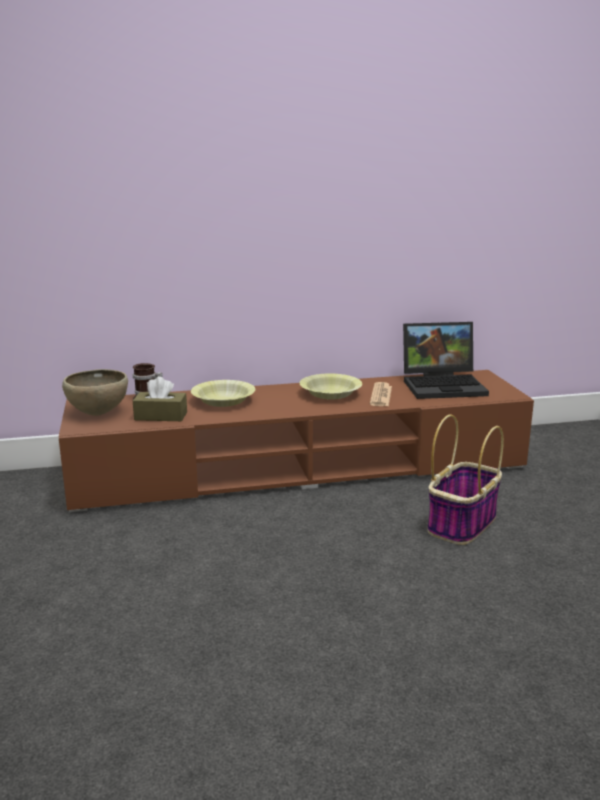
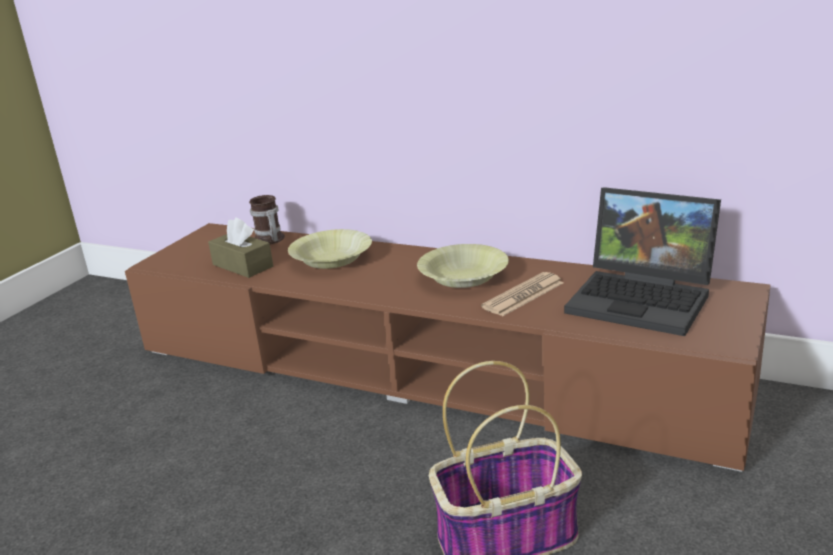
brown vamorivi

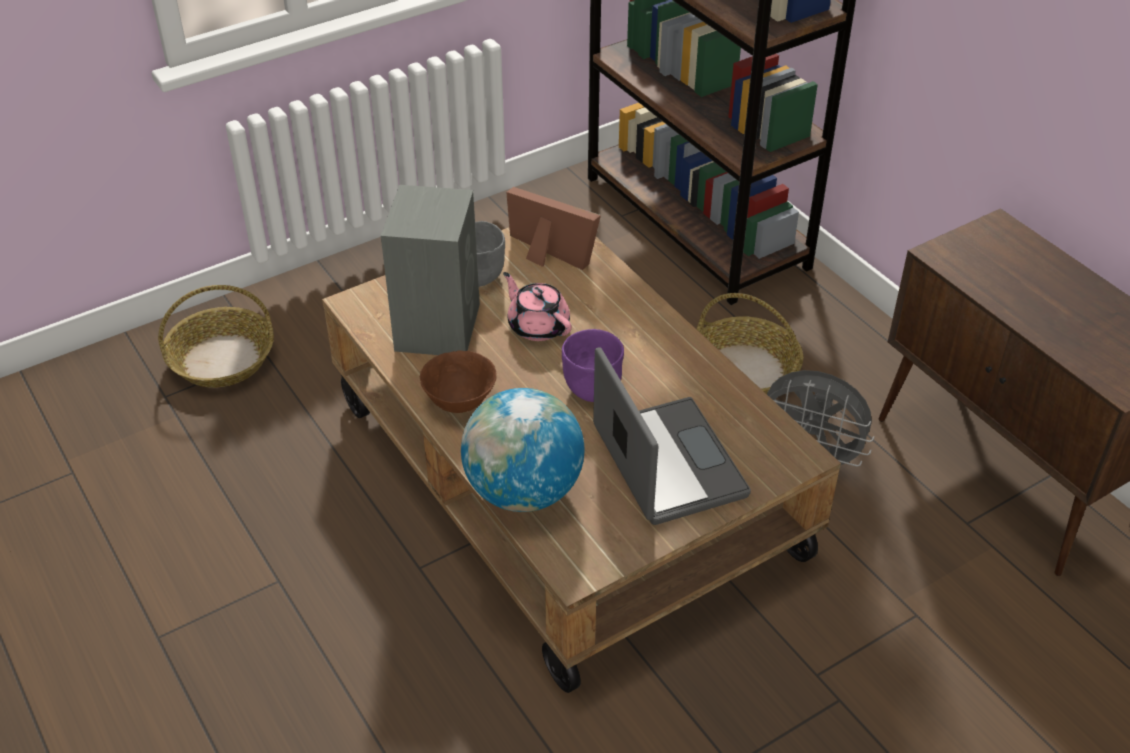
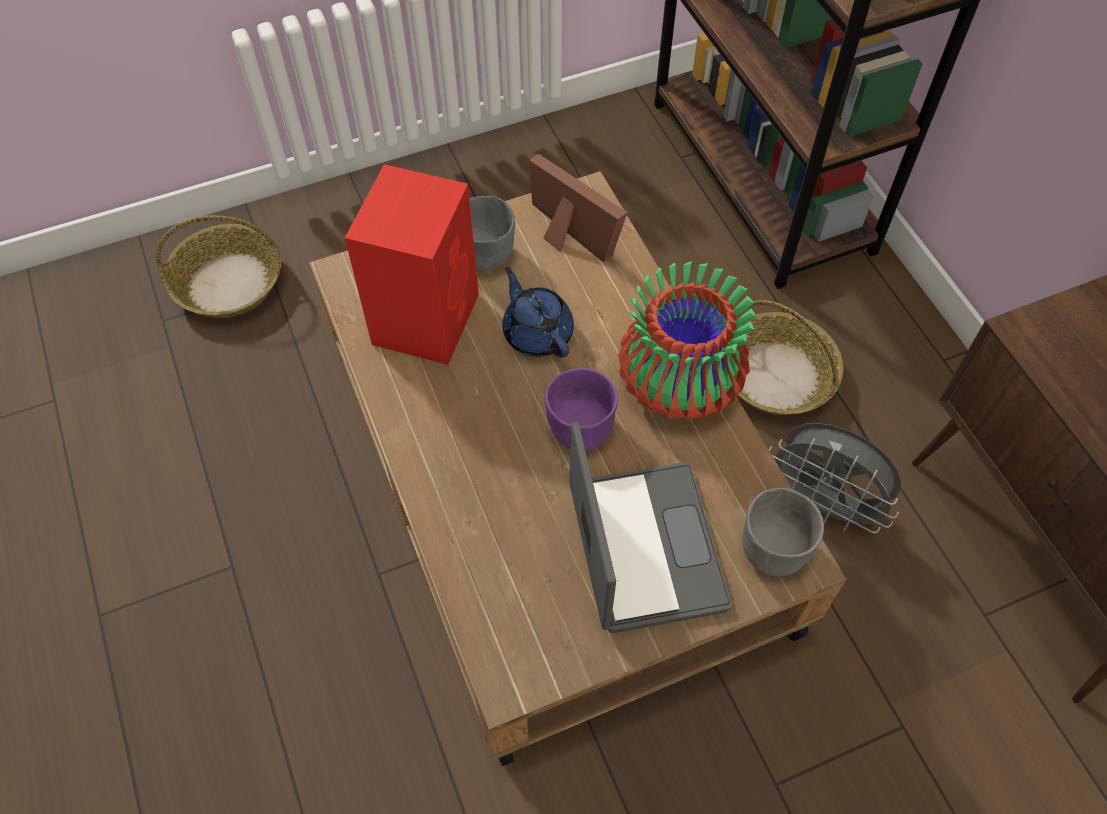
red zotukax
brown vamorivi
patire
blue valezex
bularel
grey vamorivi (no. 2 from left)

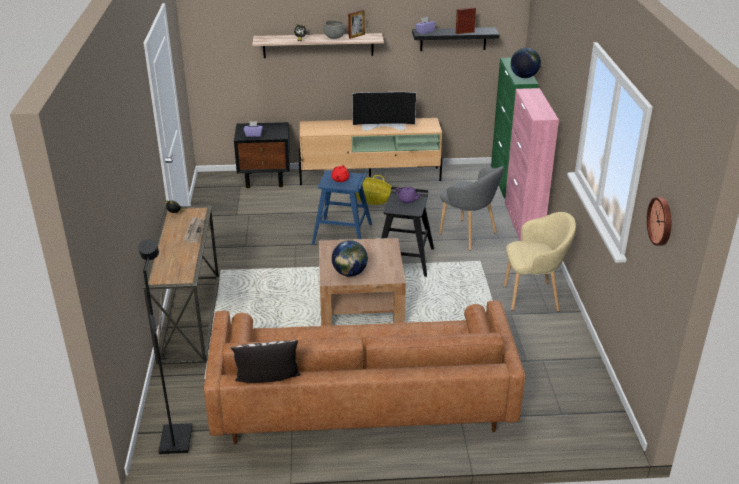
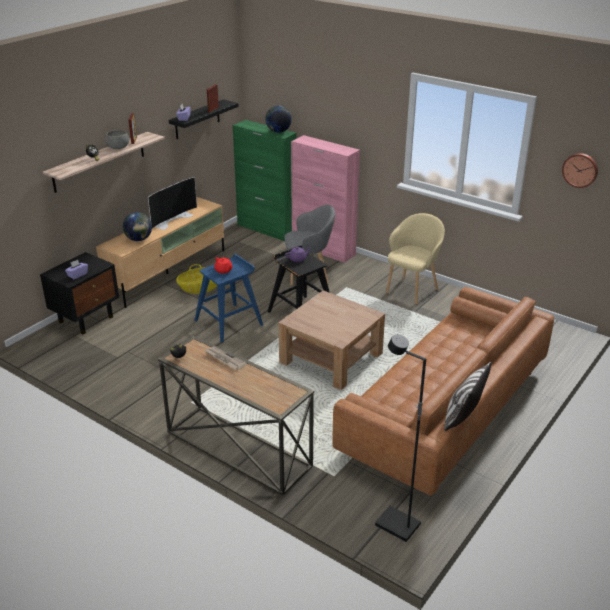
patire (no. 1 from left)

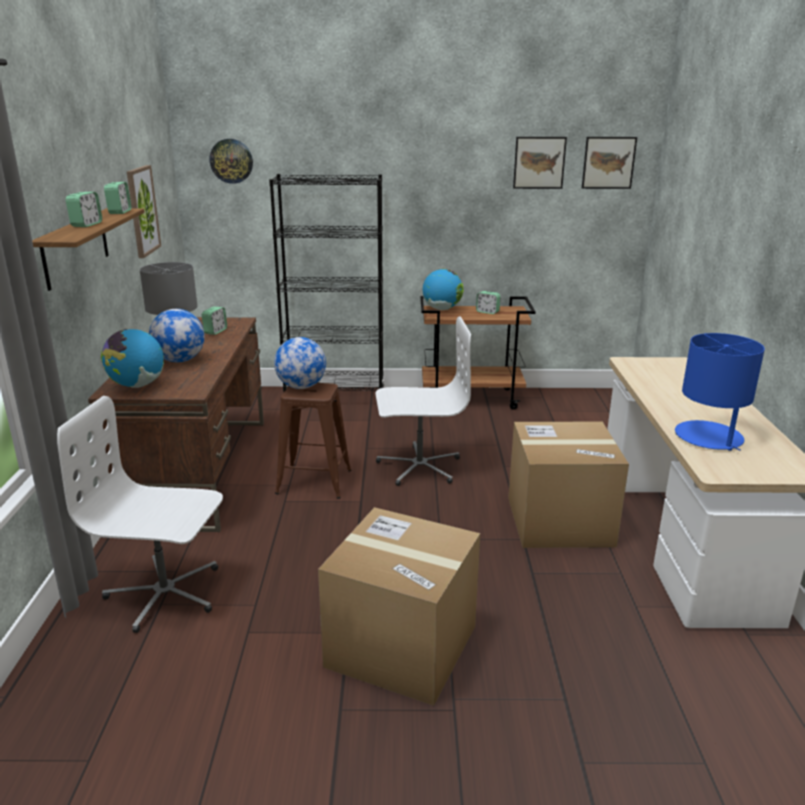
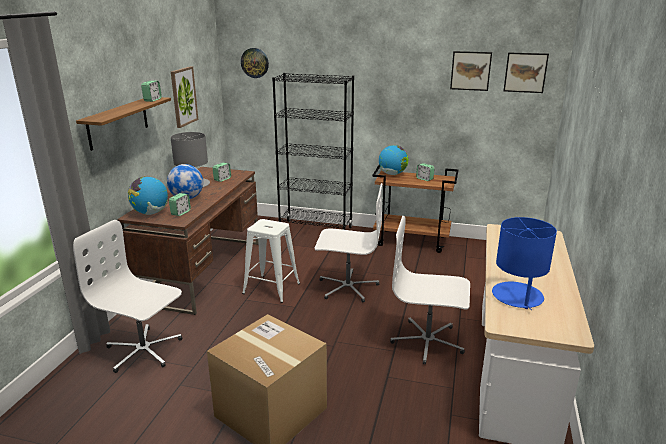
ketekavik (no. 2 from left)
patire (no. 3 from left in the first image)
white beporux
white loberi (no. 3 from left)

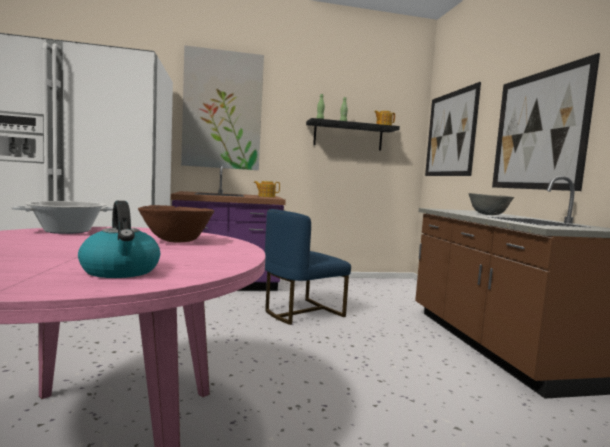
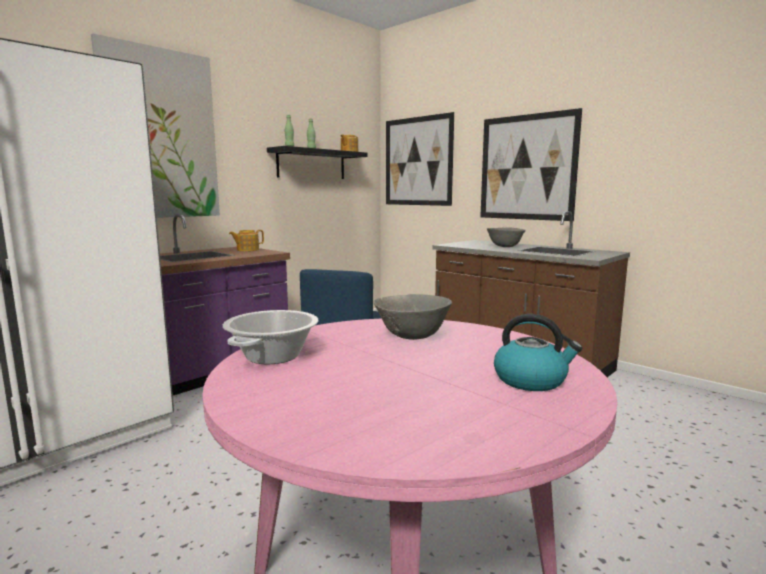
grey vamorivi (no. 1 from left)

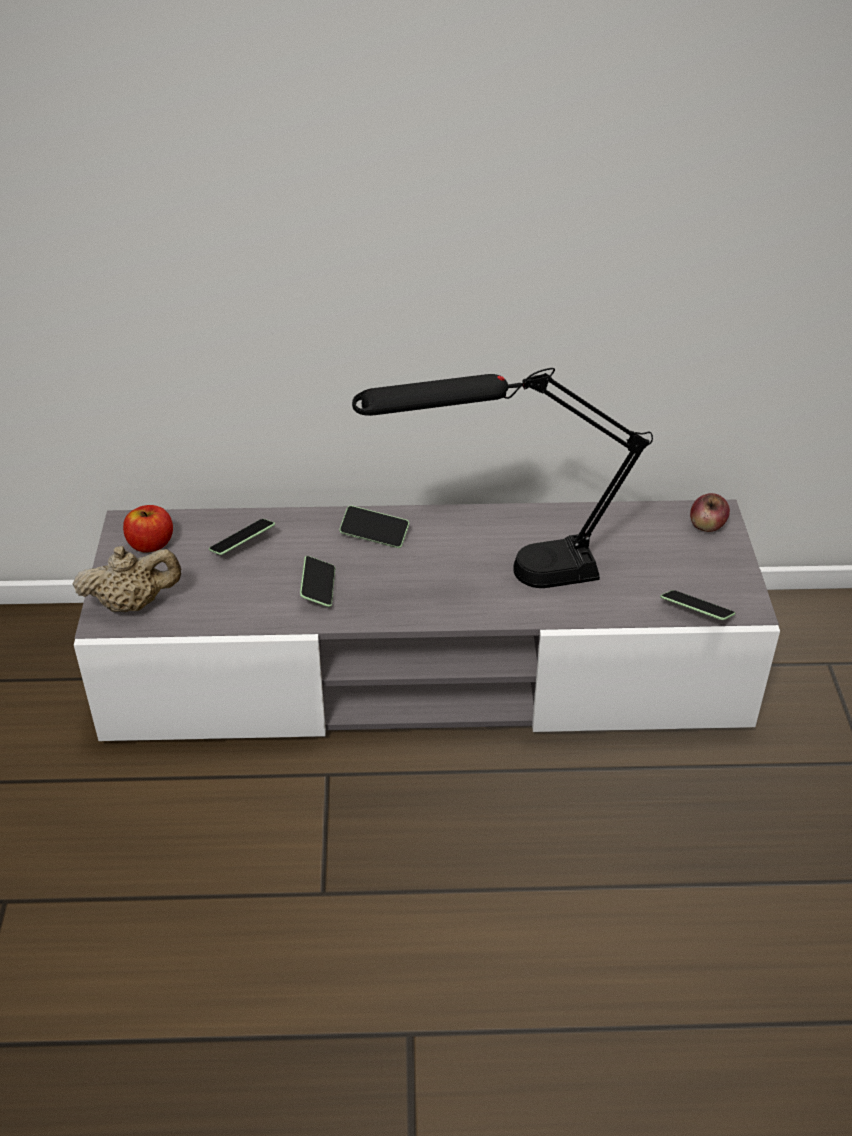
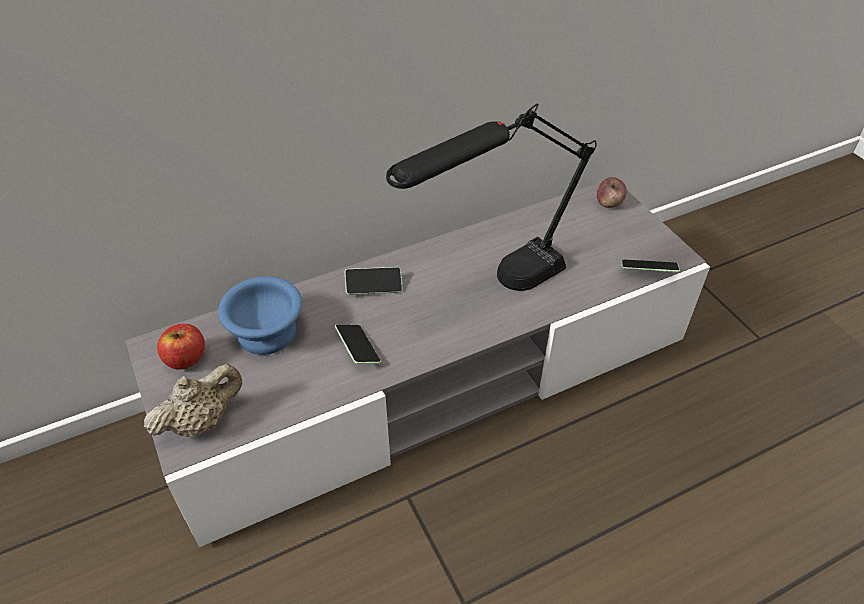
blue vamorivi

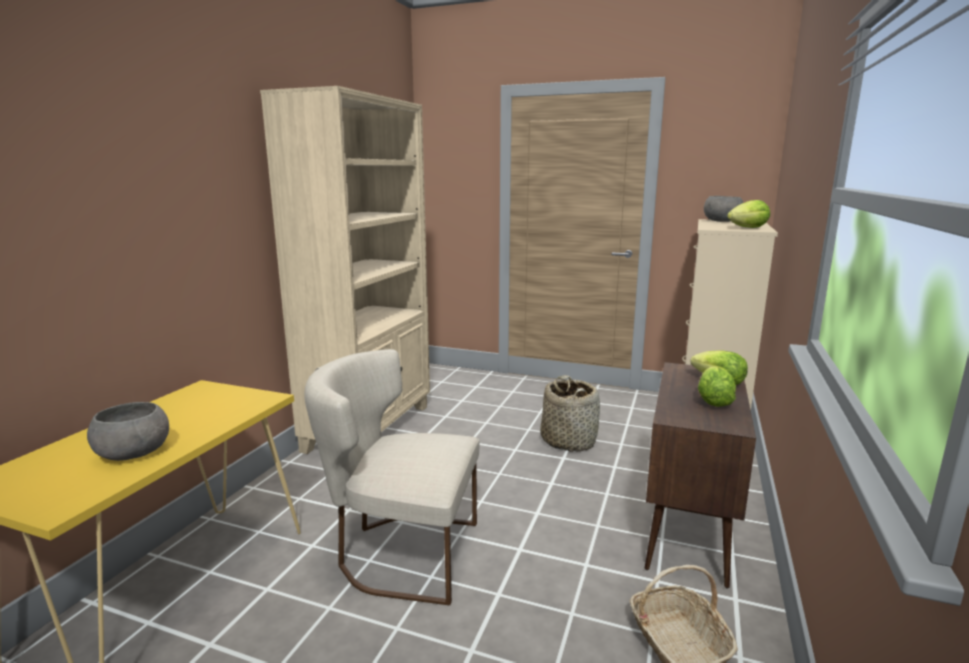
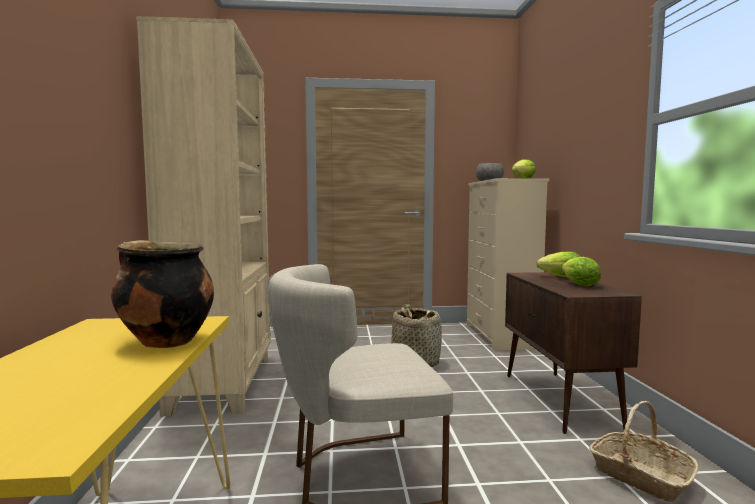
grey vamorivi (no. 1 from left in the first image)
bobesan

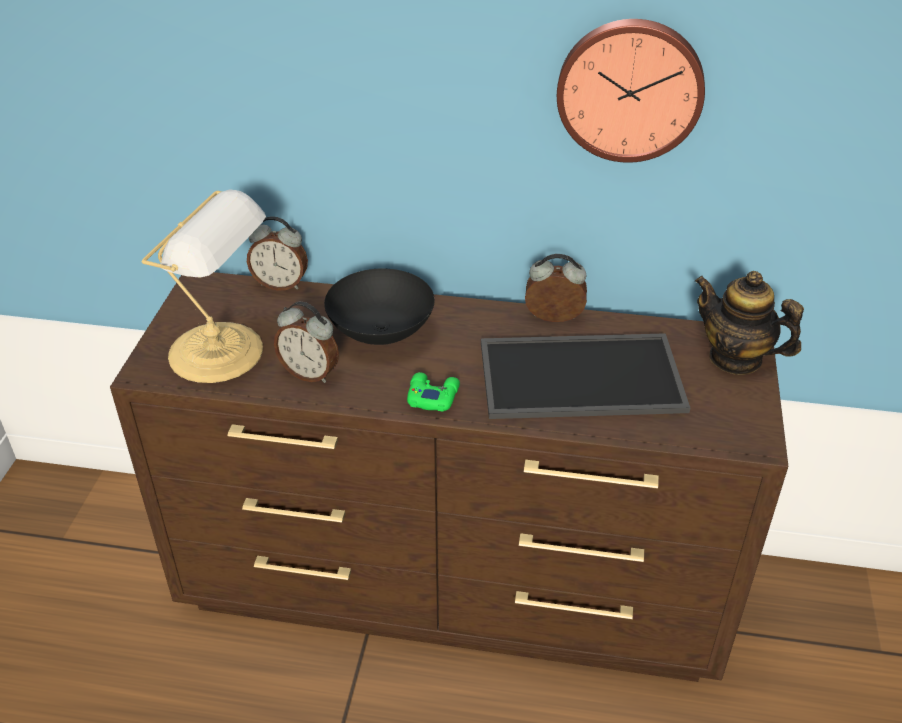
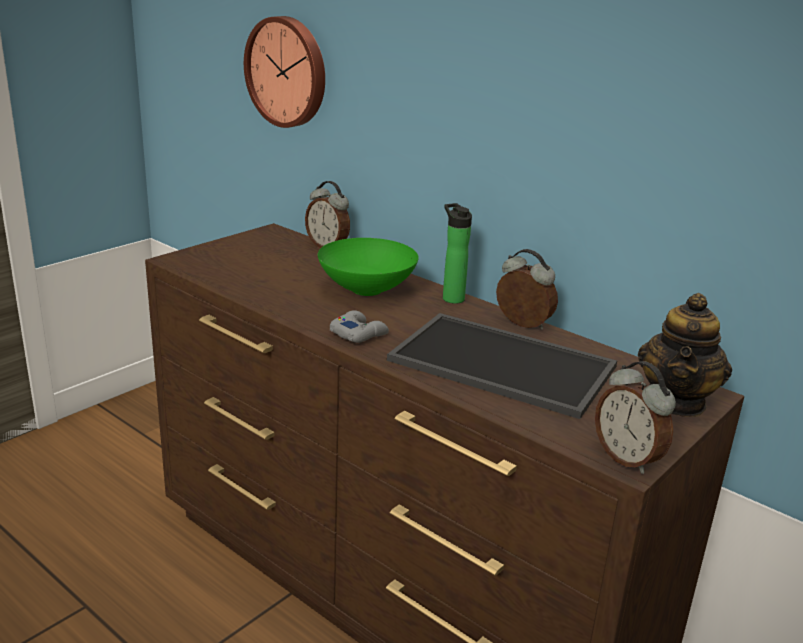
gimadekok
ketekavik (no. 3 from left)
green vamorivi
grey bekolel
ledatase
valezex
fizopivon

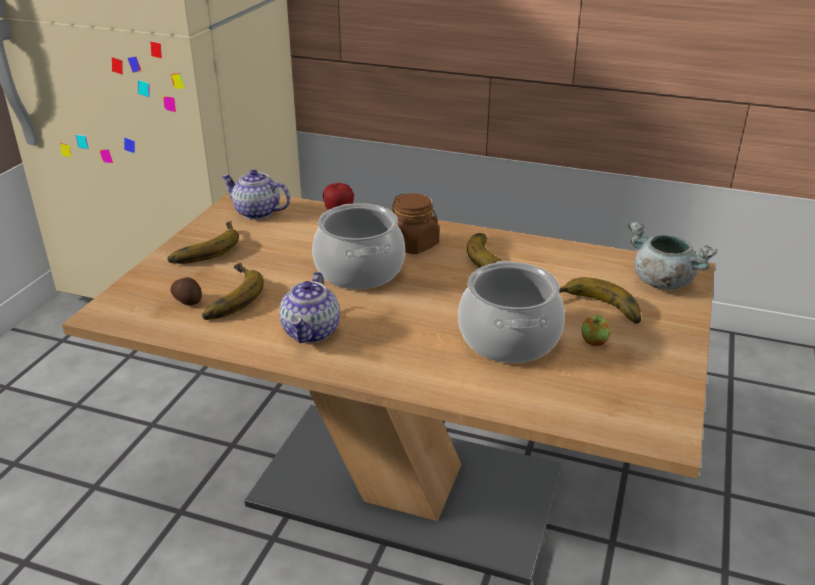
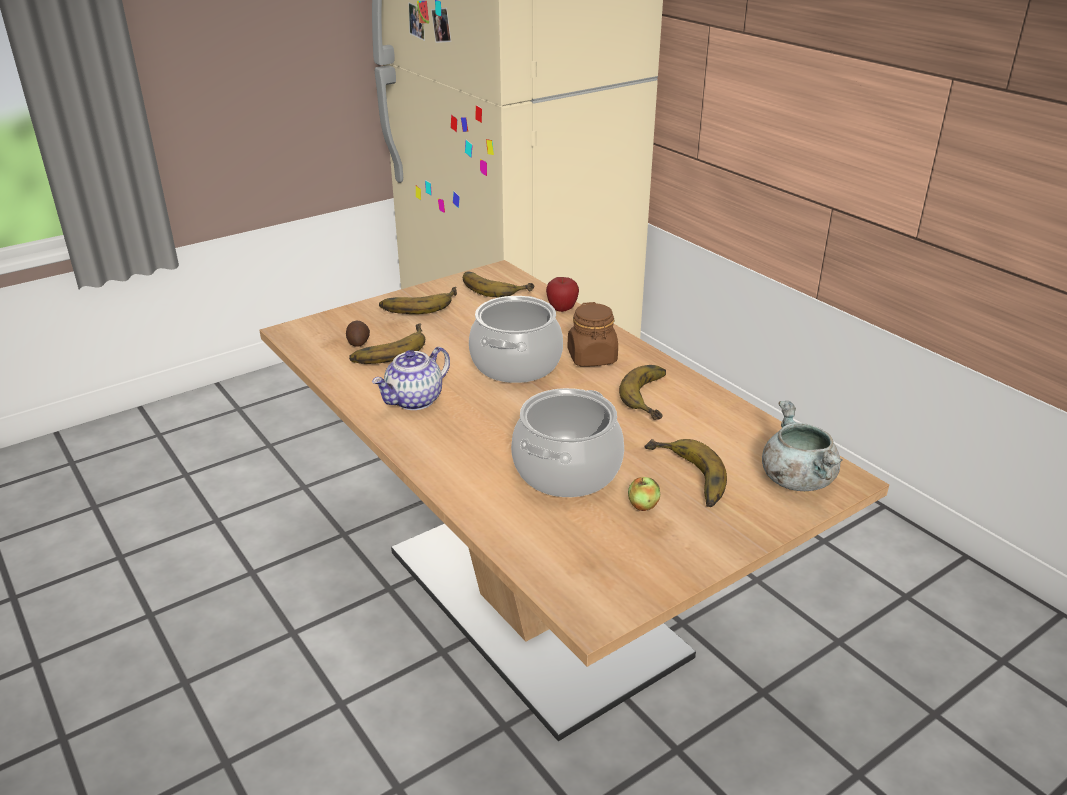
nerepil (no. 3 from left)

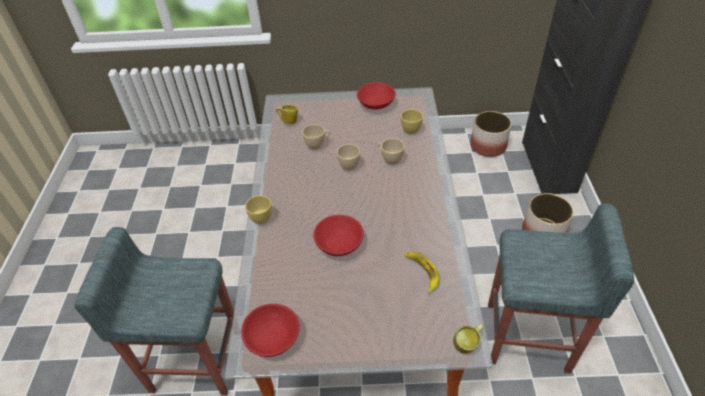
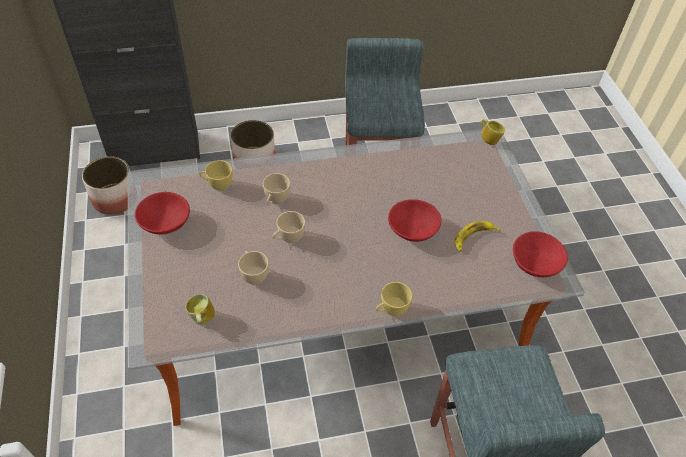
nerepil

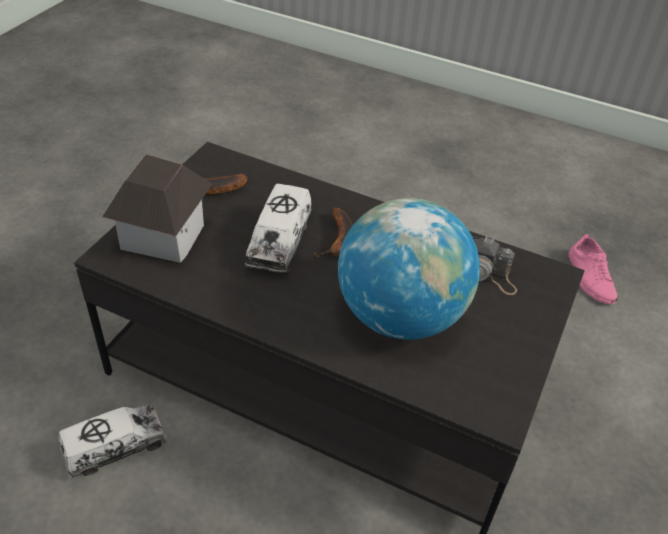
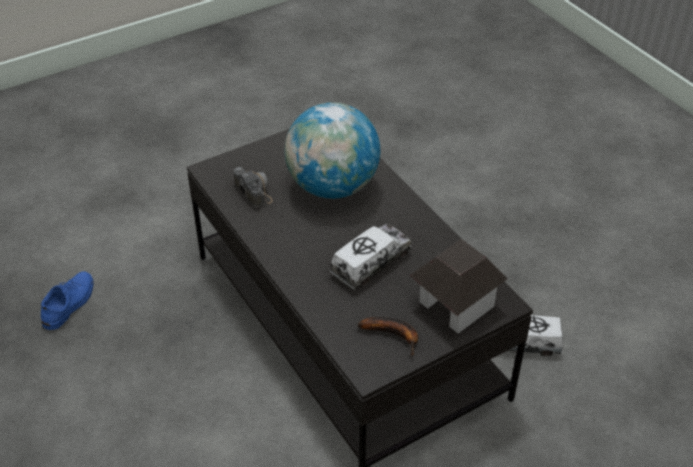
nerepil (no. 2 from left in the first image)
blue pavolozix

